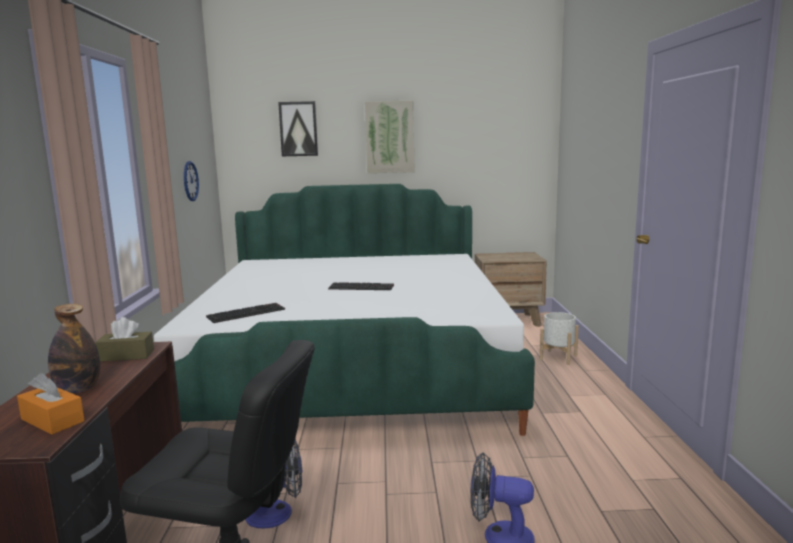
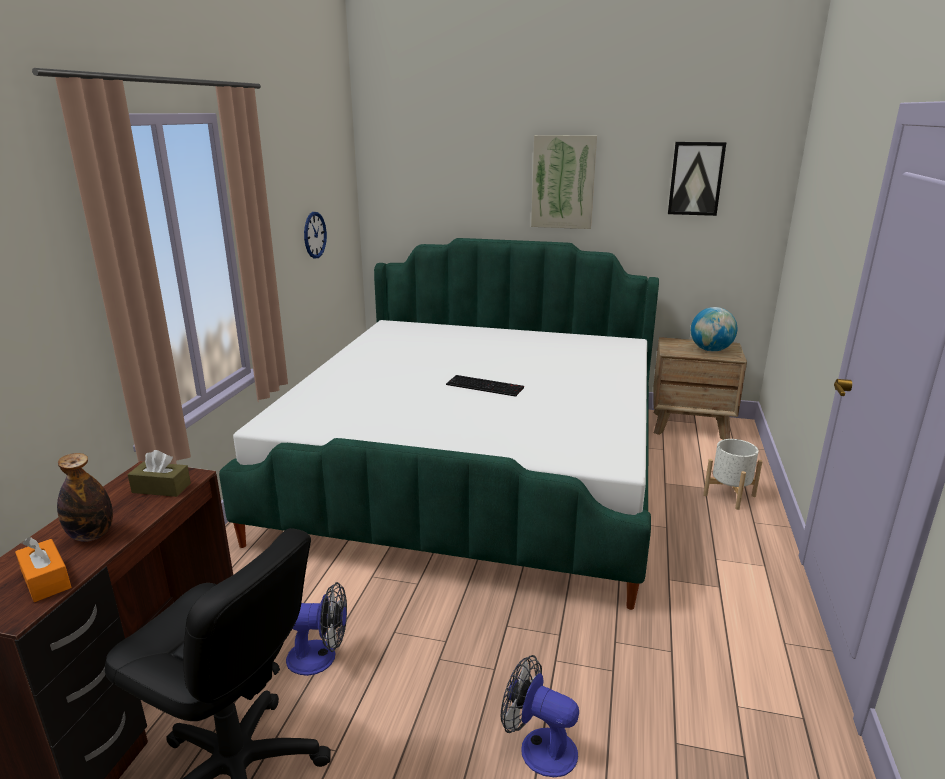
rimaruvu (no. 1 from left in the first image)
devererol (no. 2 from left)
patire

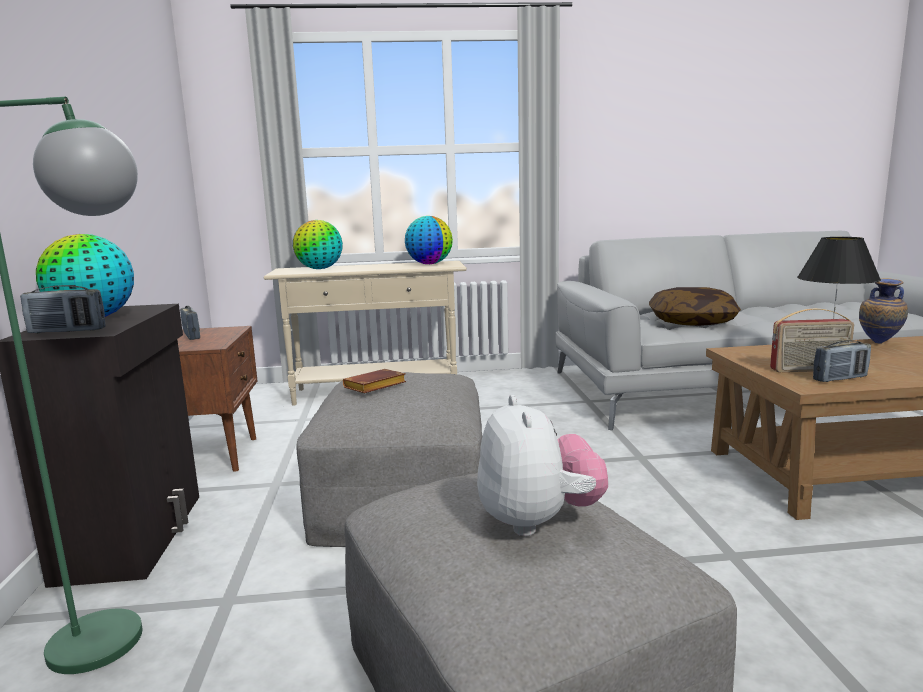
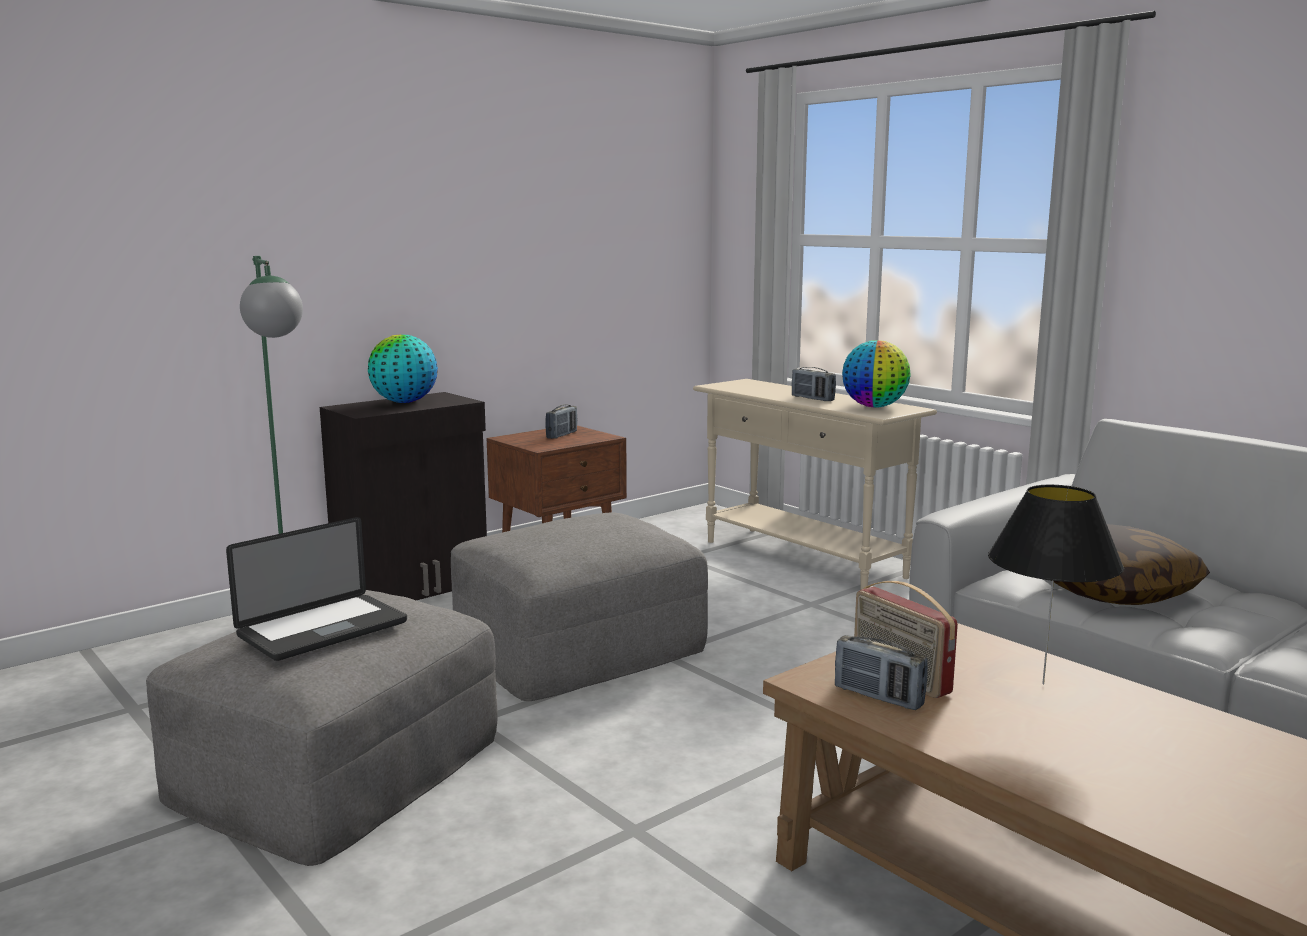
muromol (no. 2 from left)
patire (no. 2 from left in the first image)
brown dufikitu
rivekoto
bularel

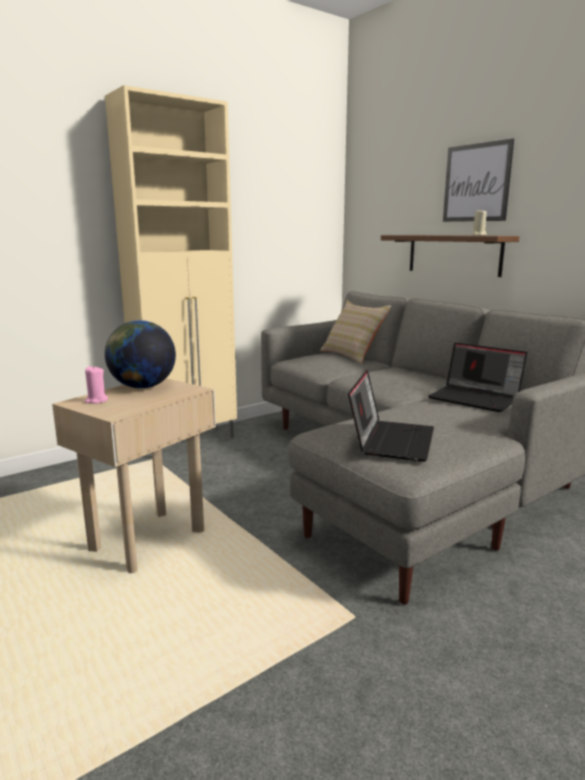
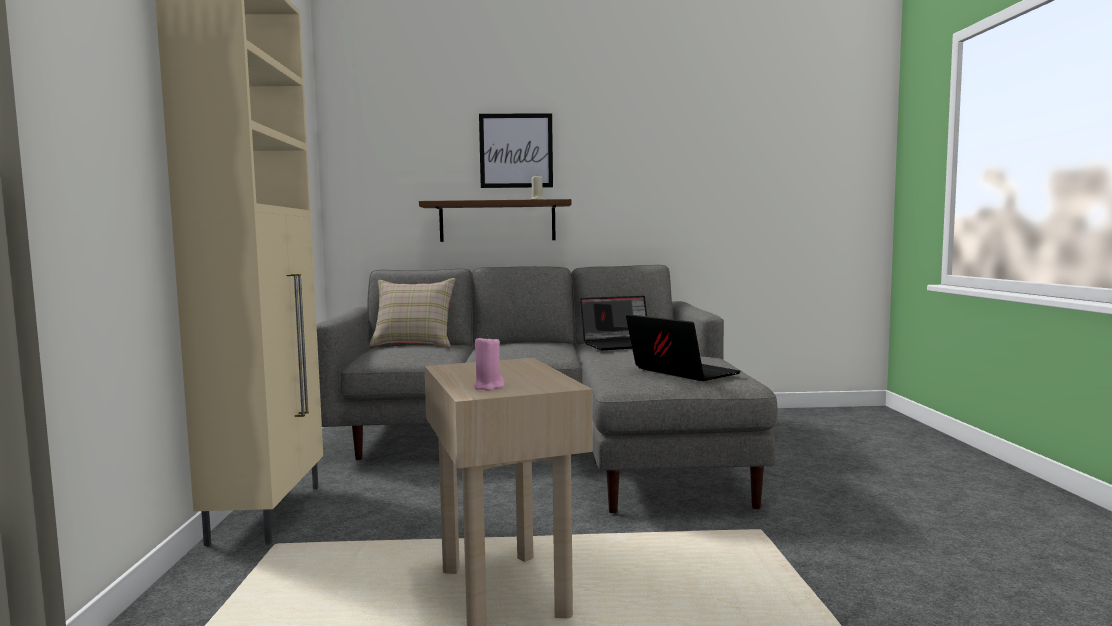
patire

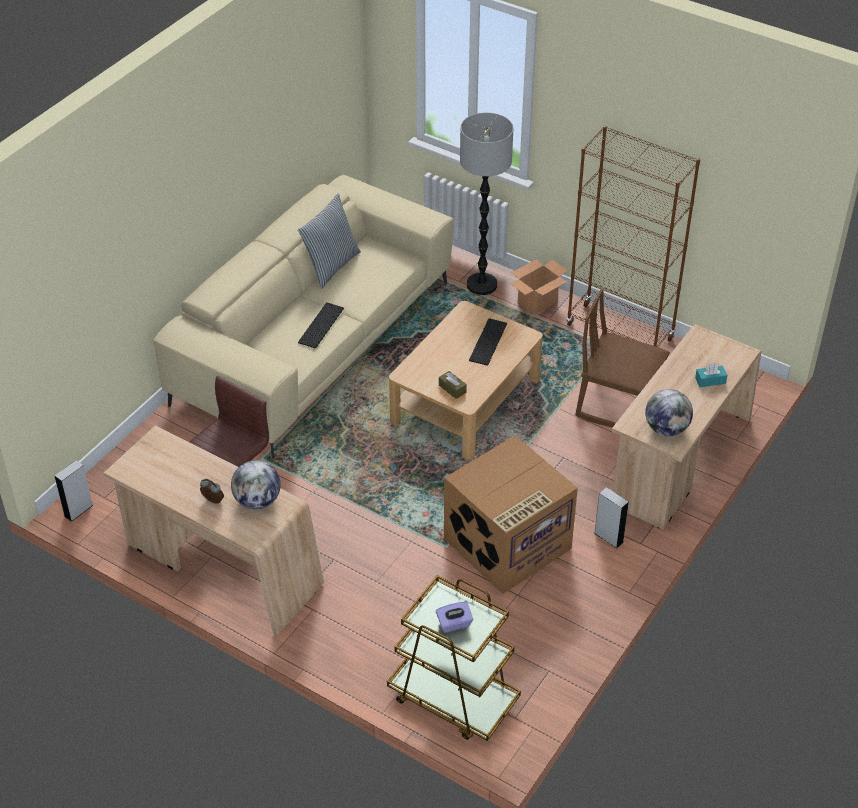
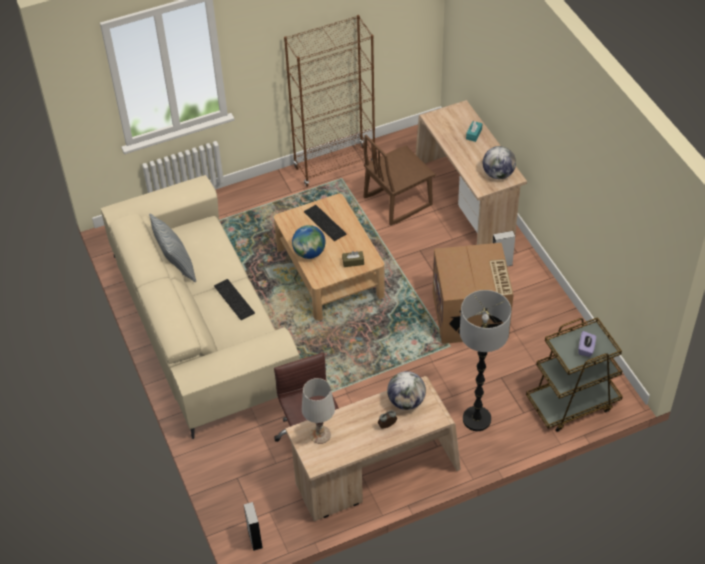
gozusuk
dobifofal (no. 2 from left in the first image)
patire (no. 1 from left)
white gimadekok

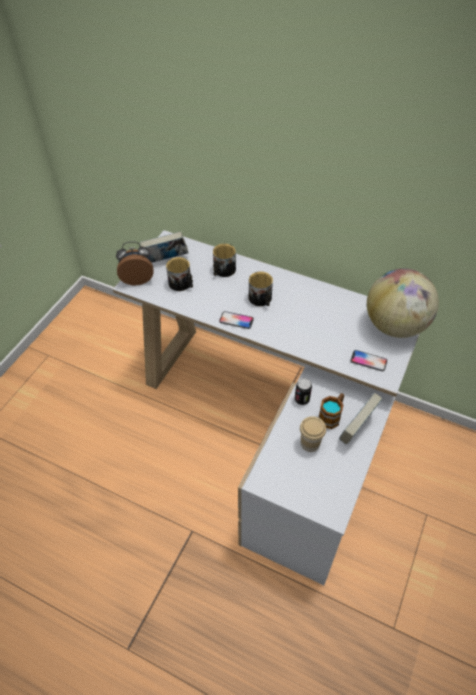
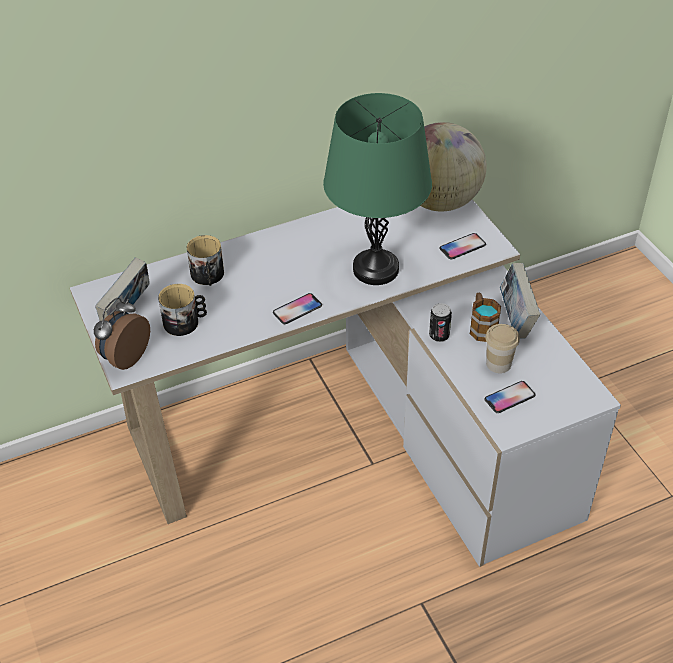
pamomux (no. 3 from left in the first image)
green gimadekok
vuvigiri (no. 3 from left)

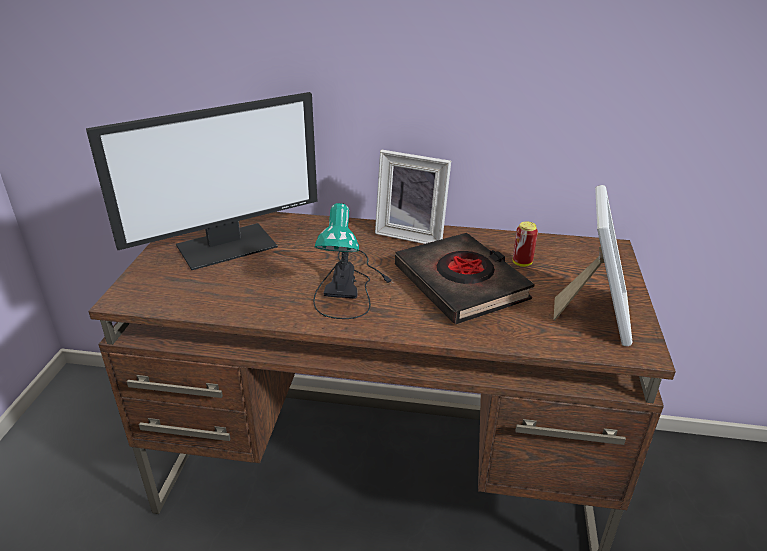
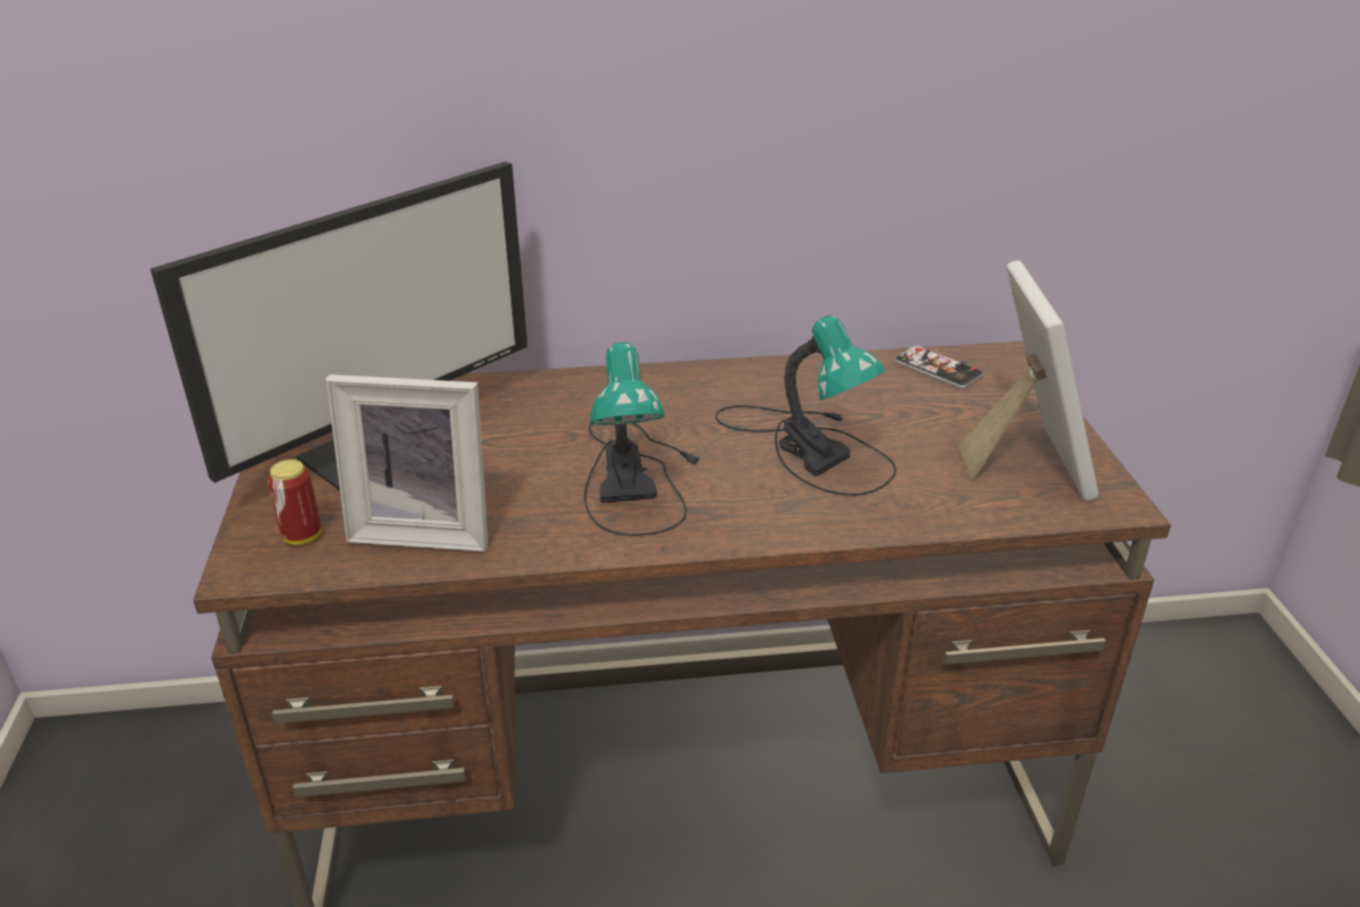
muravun (no. 1 from left)
gimadekok (no. 2 from left)
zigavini
vuvigiri

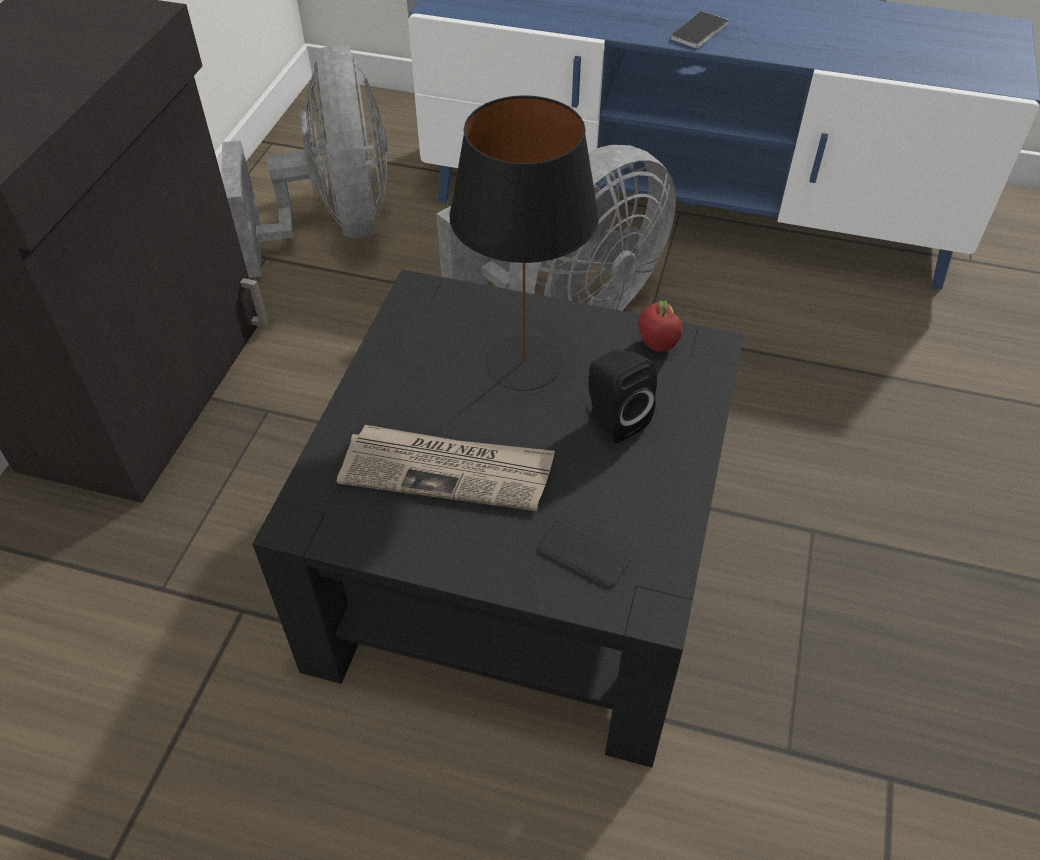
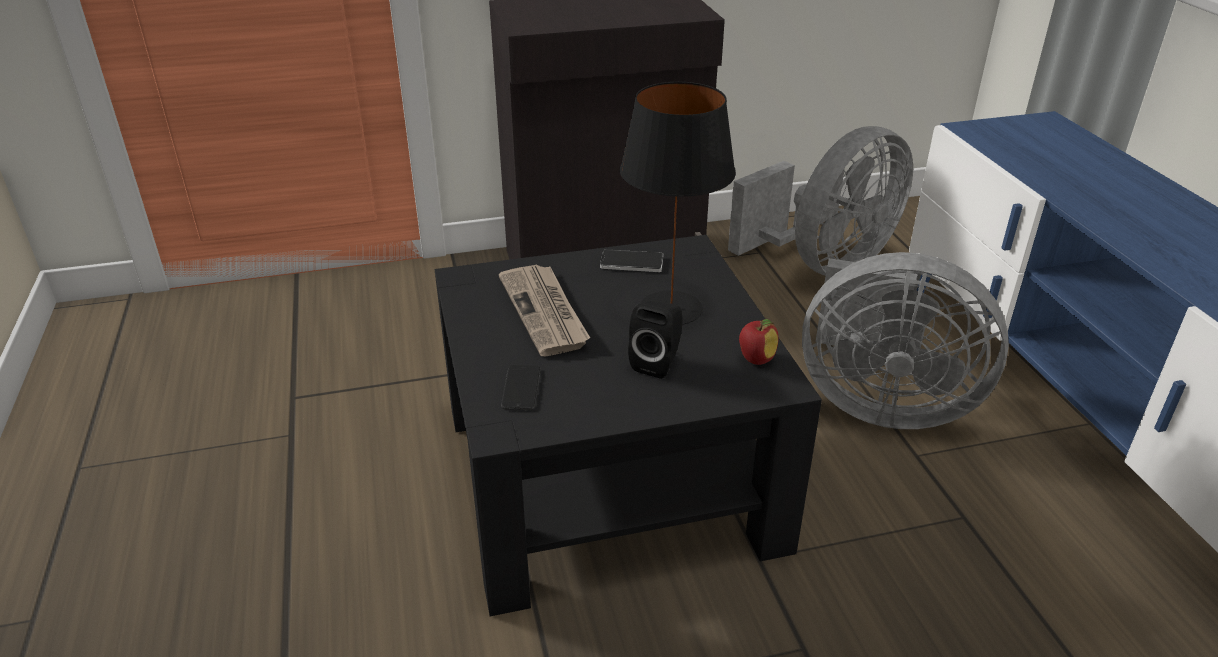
vuvigiri (no. 2 from left)

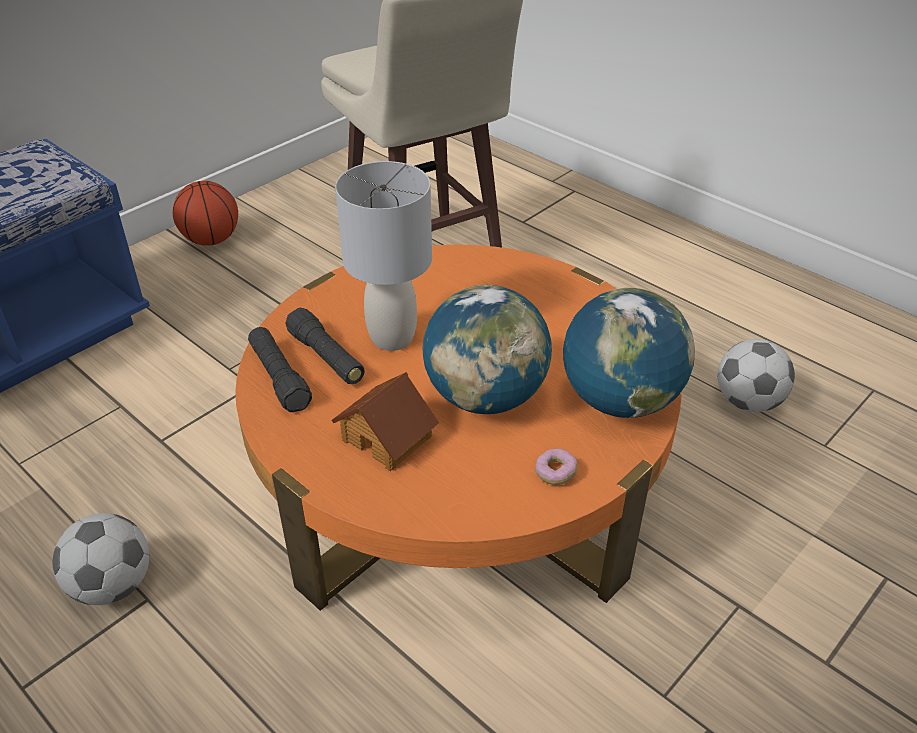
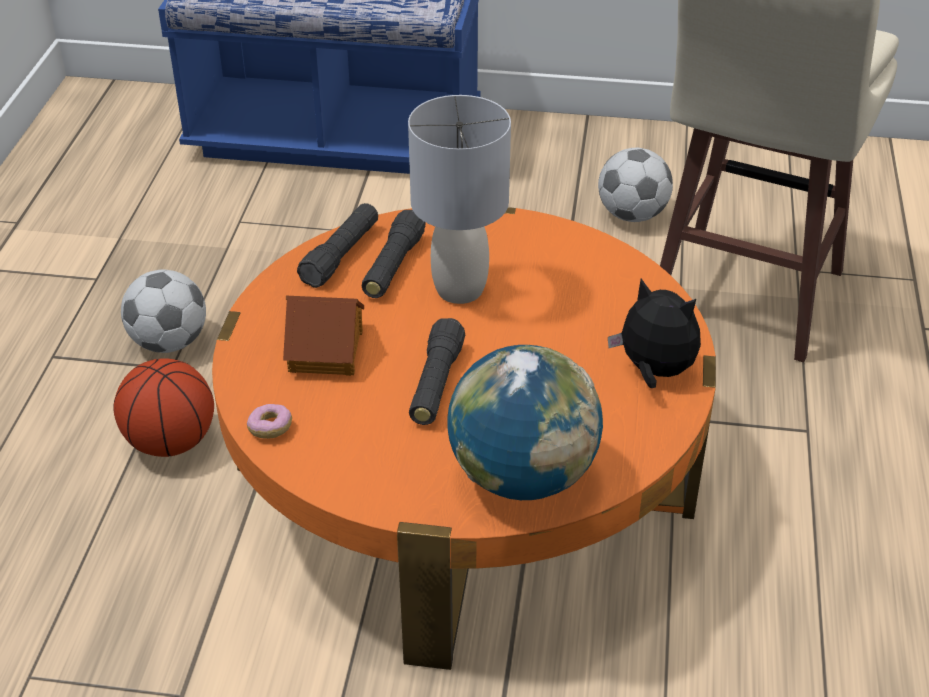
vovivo
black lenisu (no. 3 from left)
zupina
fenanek (no. 2 from left)
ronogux

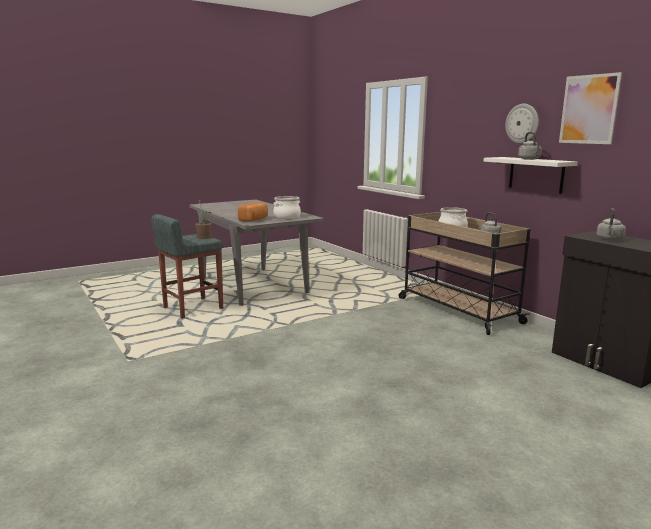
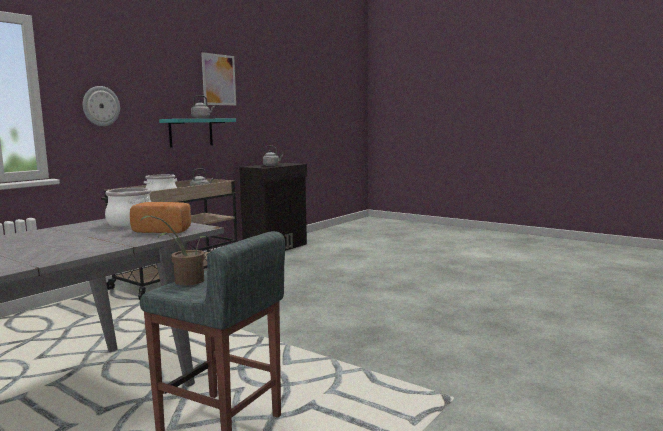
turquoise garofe
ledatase

